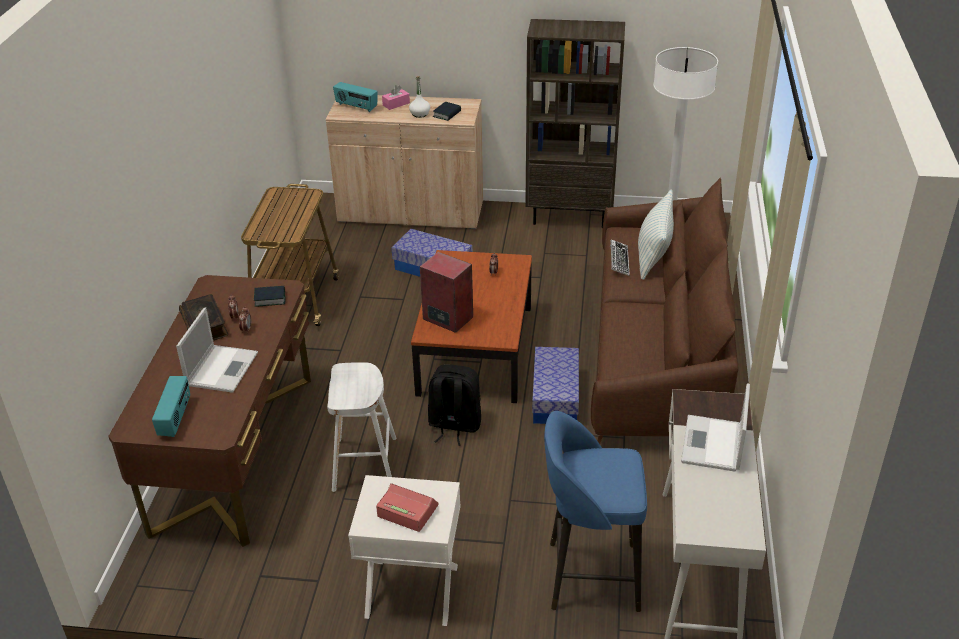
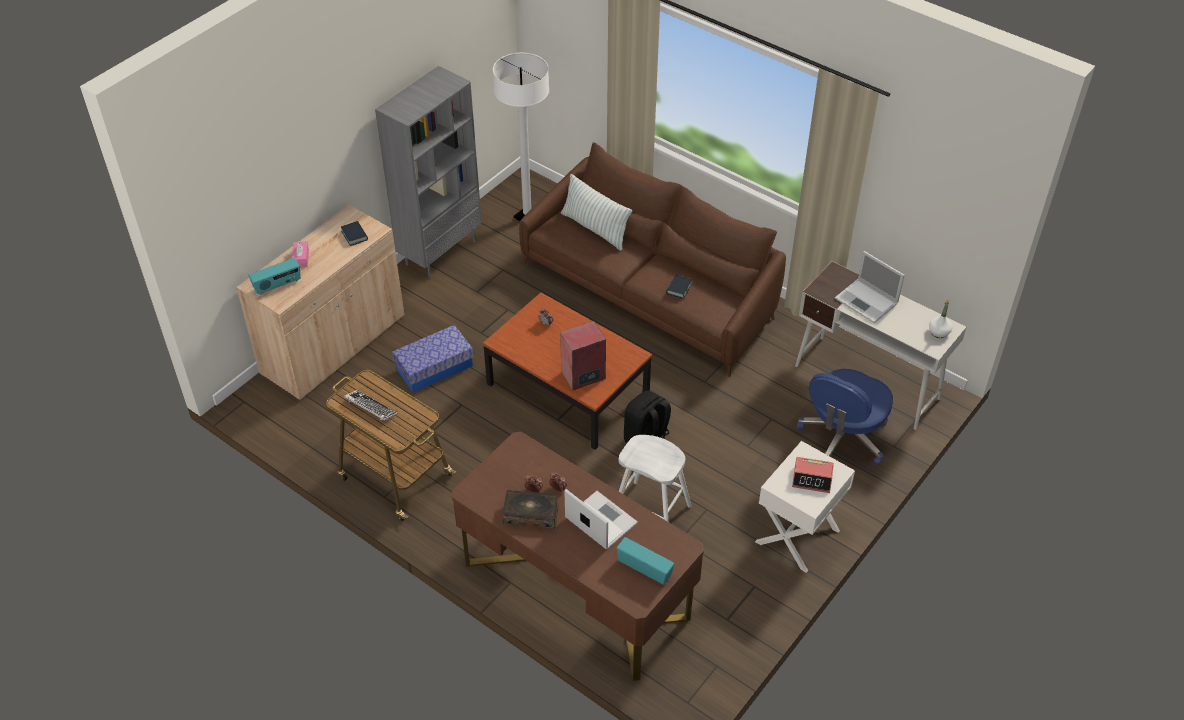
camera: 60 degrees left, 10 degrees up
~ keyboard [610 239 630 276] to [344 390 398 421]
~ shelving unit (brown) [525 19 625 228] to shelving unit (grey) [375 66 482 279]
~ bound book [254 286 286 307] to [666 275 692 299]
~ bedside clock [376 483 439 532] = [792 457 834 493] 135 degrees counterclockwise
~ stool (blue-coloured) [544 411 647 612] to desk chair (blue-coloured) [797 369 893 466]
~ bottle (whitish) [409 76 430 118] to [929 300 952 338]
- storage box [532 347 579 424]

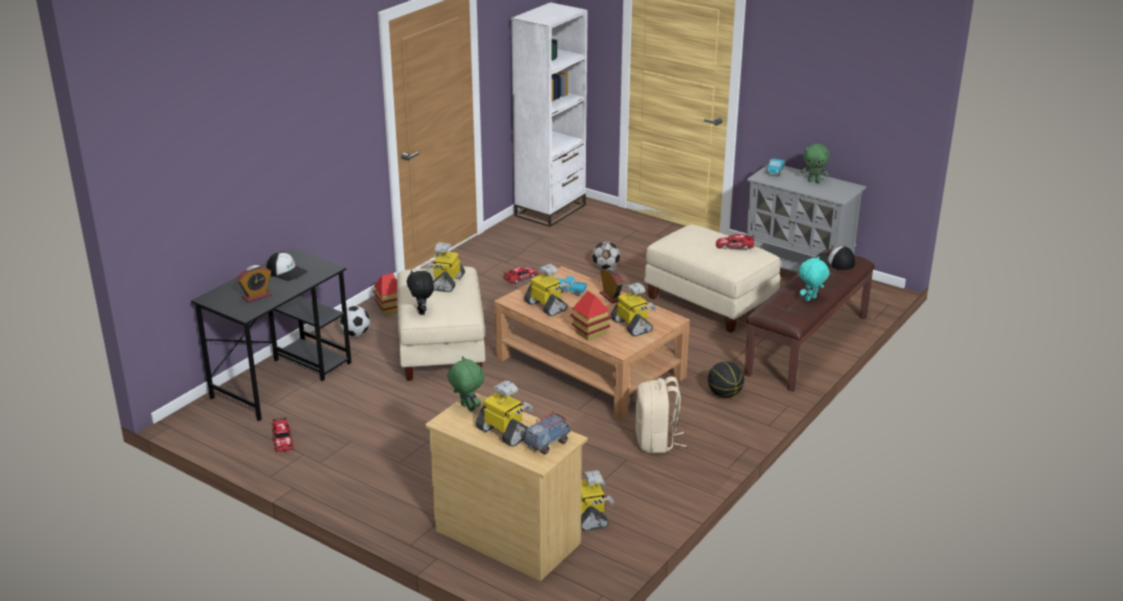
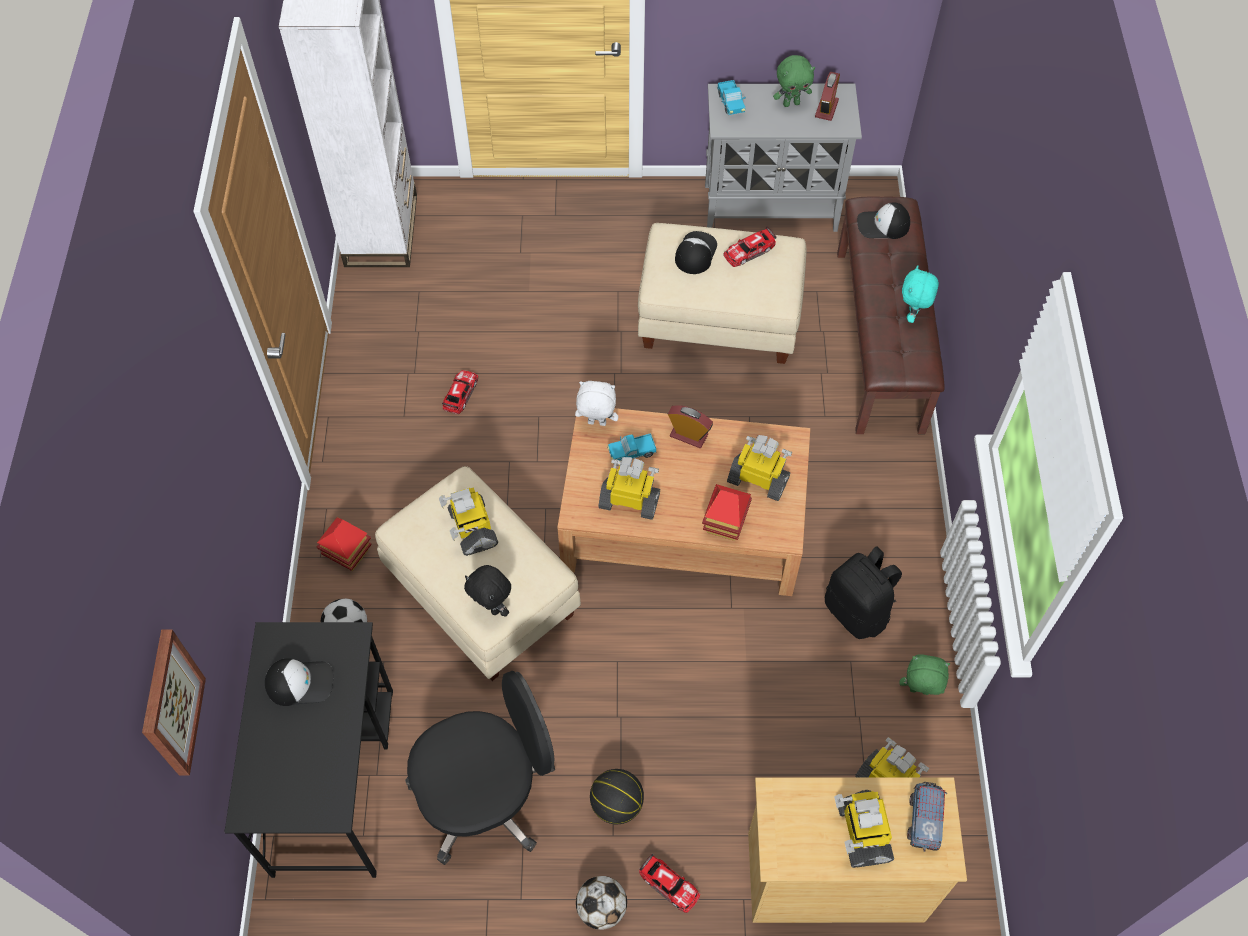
camera: 35 degrees left, 30 degrees up
+ wall picture [142 629 206 776]
+ desk chair (black-coloured) [405 671 555 865]
+ plush toy (whitish) [575 381 618 426]
~ ball for football [592 242 620 269] to [576 876 627 930]
~ basketball ball [708 361 744 398] to [590 769 644 824]
~ model car [272 417 294 453] to [639 854 700 913]
+ cap [675 231 717 274]
~ bedside clock [237 265 272 303] to [815 72 840 121]
~ knapsack (sand-coloured) [636 376 687 454] to knapsack (black-coloured) [825 546 902 639]
~ toy robot [476 381 533 447] = [834 790 894 868] 105 degrees counterclockwise
~ plush toy (green-coloured) [448 356 485 411] to [899 654 950 695]

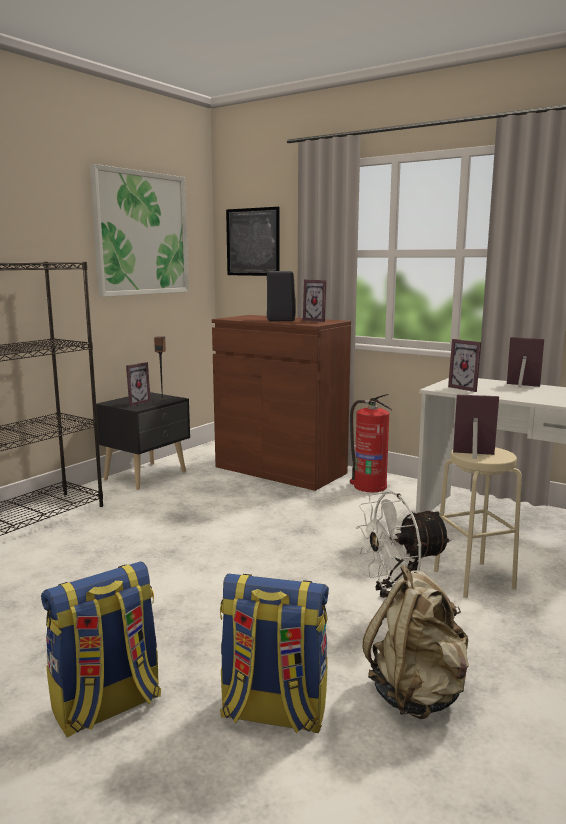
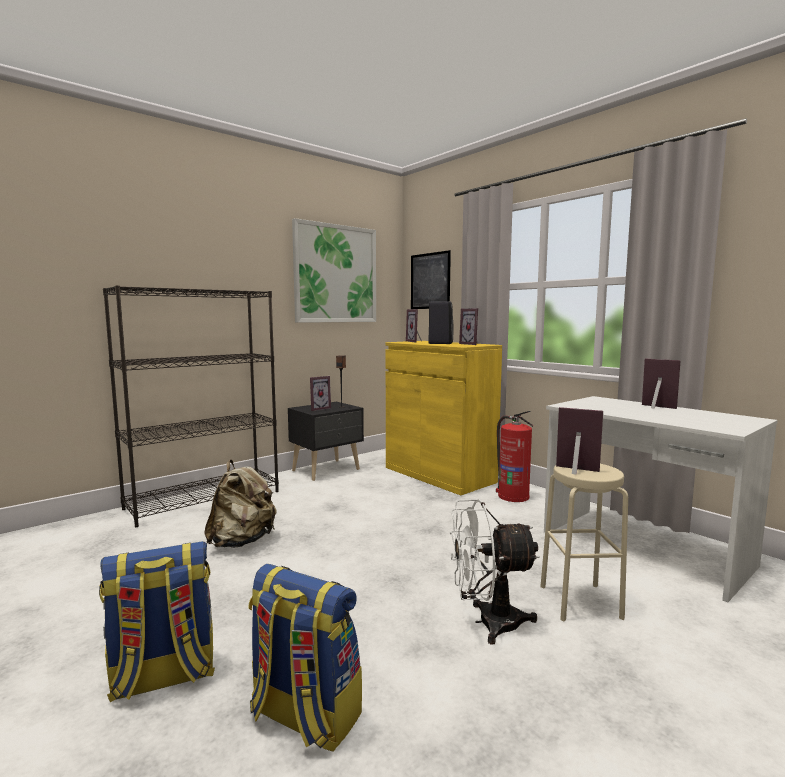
camera: 15 degrees right, 5 degrees down
~ knapsack (sand-coloured) [363 565 469 719] to [204 459 277 548]
~ storage cabinet (brown) [212 315 351 491] to storage cabinet (yellowish) [386 341 502 495]
~ standing frame [448 339 481 392] to [406 309 422 342]

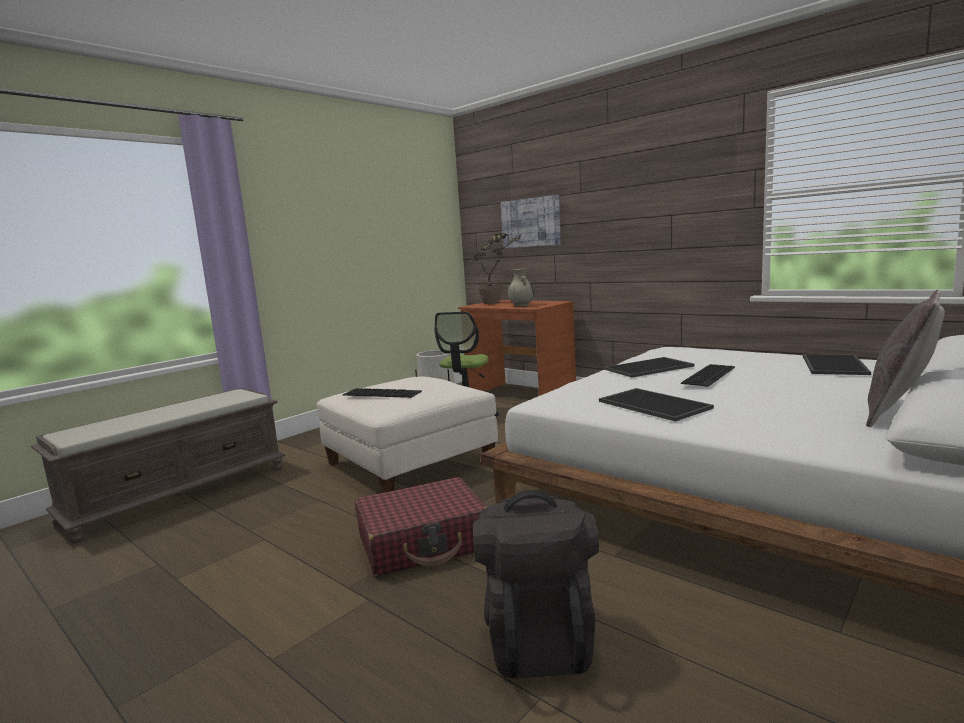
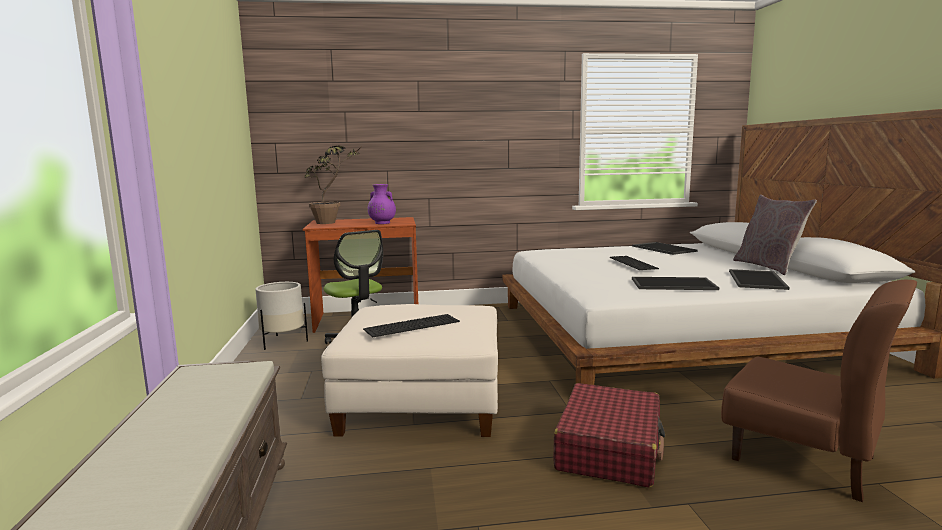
camera: 50 degrees left, 0 degrees up
~ flower vase (sand-coloured) [508 269 534 307] to flower vase (purple) [368 184 396 224]
~ knapsack (black-coloured) [473 490 599 678] to chair (brown) [721 280 917 502]
~ carrying tray [604 357 695 378] to [729 269 789 290]
- wall picture [501 195 561 248]

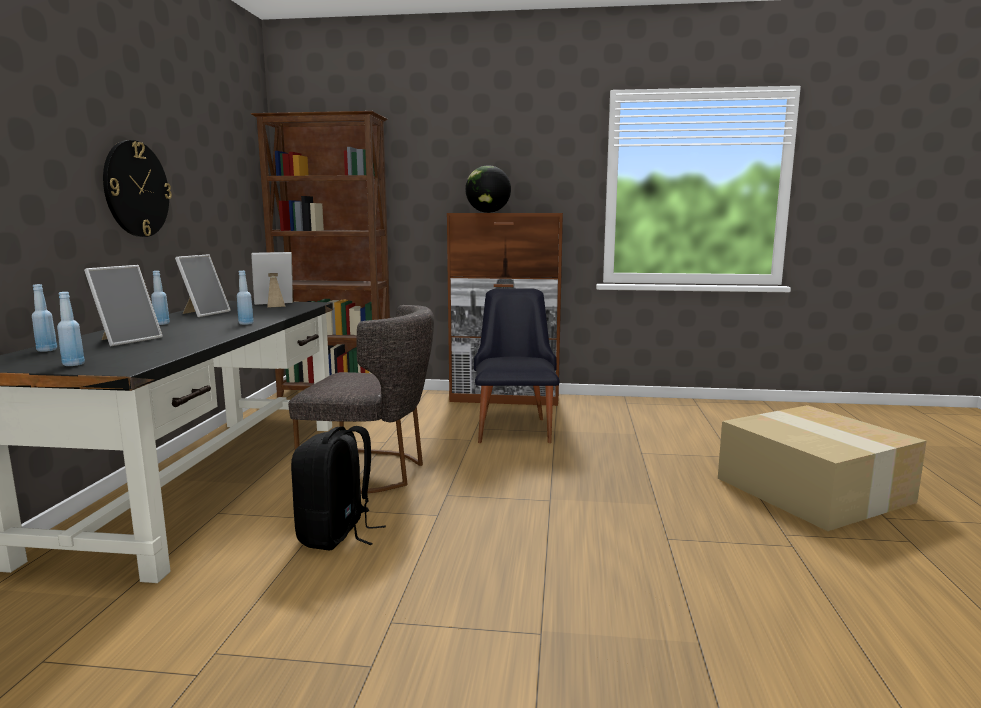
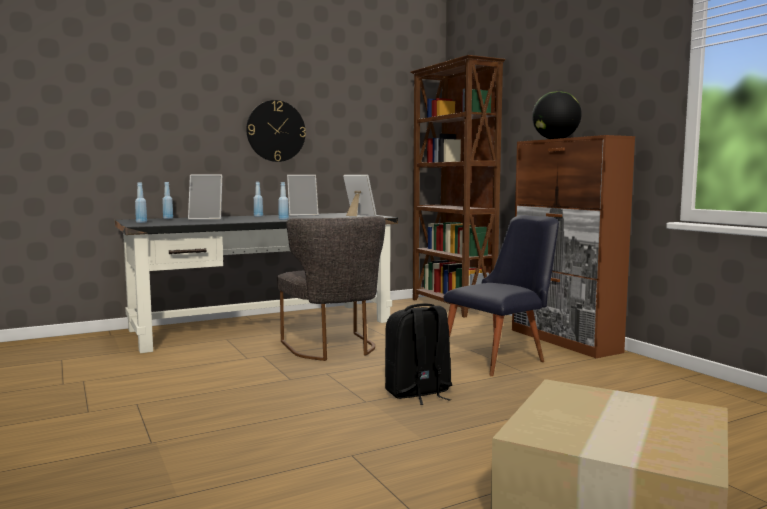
camera: 55 degrees right, 5 degrees down
~ knapsack (black-coloured) [291 426 386 551] to [385 303 452 405]

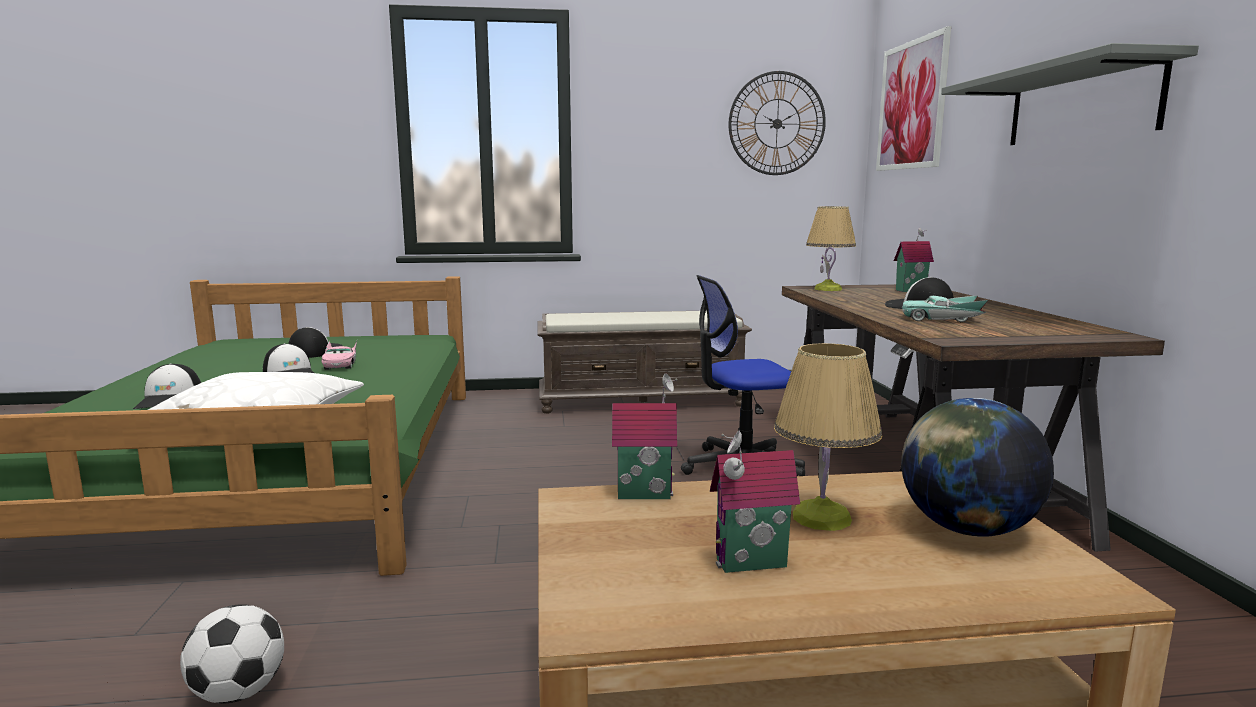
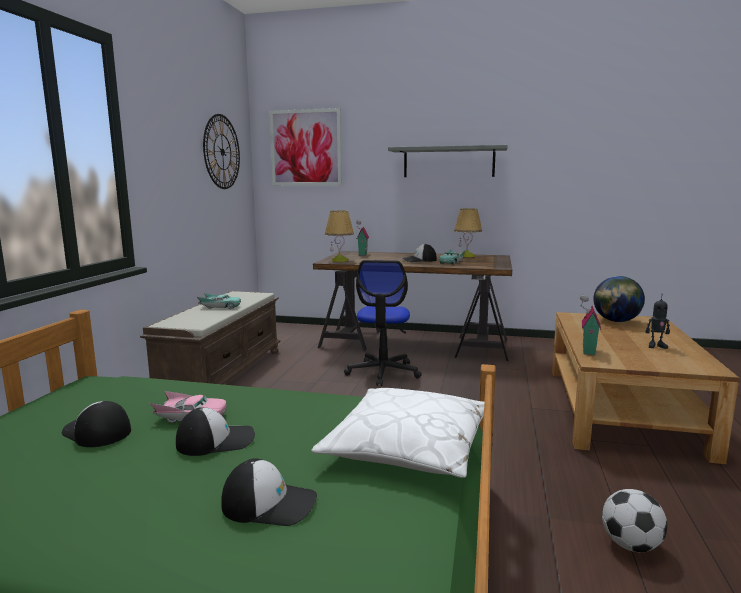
camera: 70 degrees left, 0 degrees up
+ model car (turquoise) [197 293 241 309]
~ tabletop lamp [774 343 882 531] to [454 208 482 257]
~ miniature house [710 430 800 573] to toy robot [646 297 670 349]

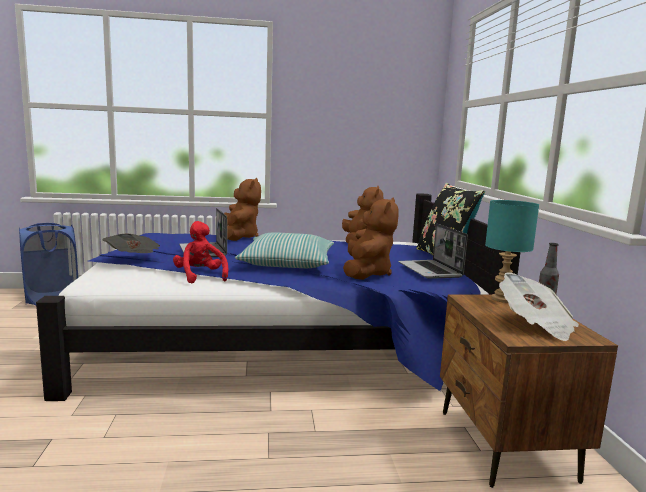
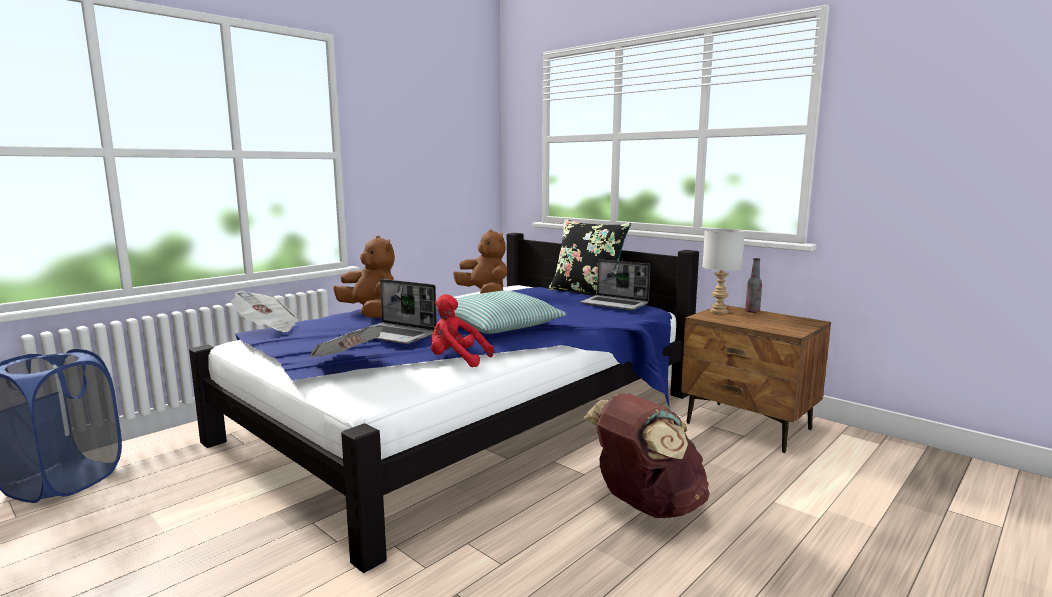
camera: 40 degrees left, 0 degrees up
~ newspaper [499 272 579 341] to [231 291 299 332]
+ knapsack (brown) [583 394 710 518]
~ tabletop lamp (turquoise) [485 200 539 303] to tabletop lamp (grey) [702 229 745 314]
- plush toy (brown) [343 197 399 280]

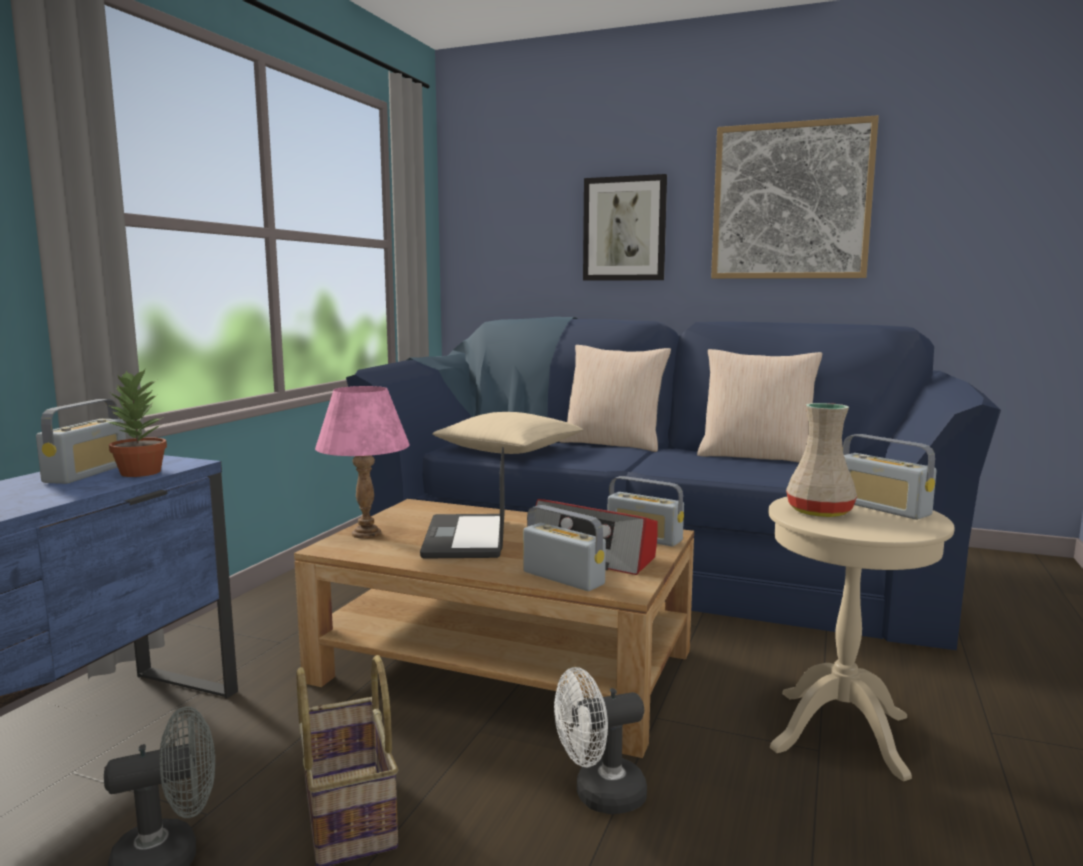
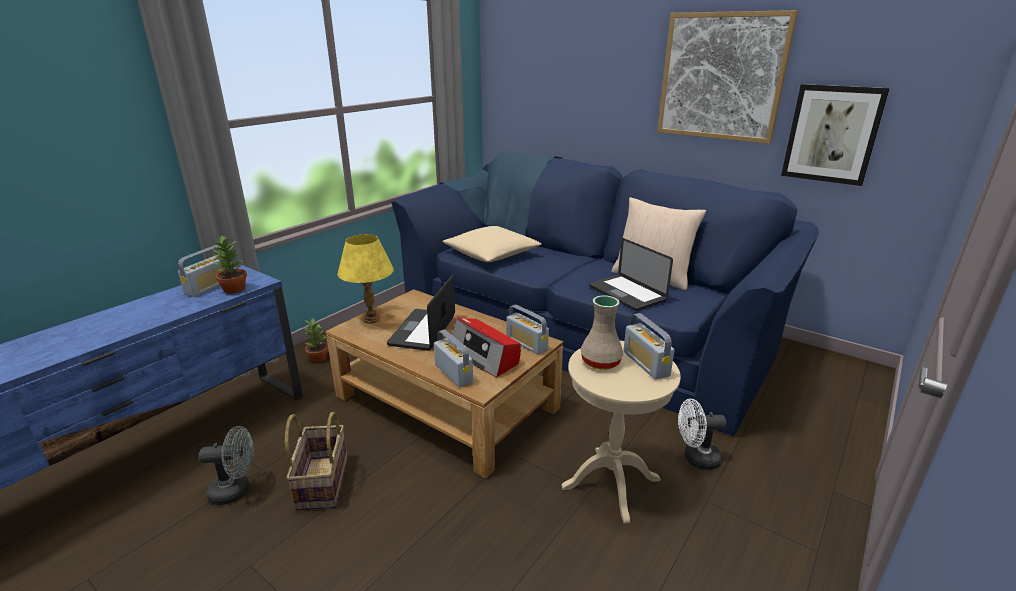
camera: 15 degrees right, 15 degrees up
+ plant in a pot [305 319 328 363]
~ tabletop lamp (pinkish) [315 386 410 538] to tabletop lamp (yellowish) [338 234 394 324]
+ portable computer [589 238 673 311]
~ cooling fan (whitish) [554 667 647 814] to [678 399 727 470]
~ wall picture [583 174 667 281] to [781 84 890 186]
- pillow (sand-coloured) [559 345 671 452]

